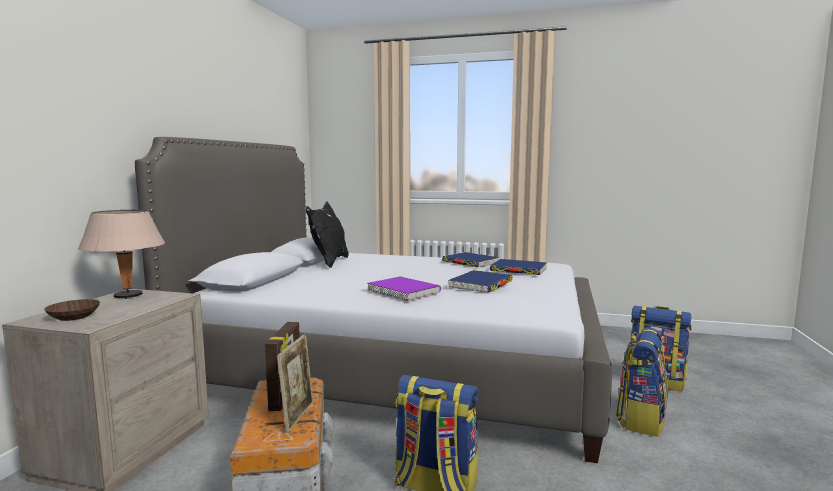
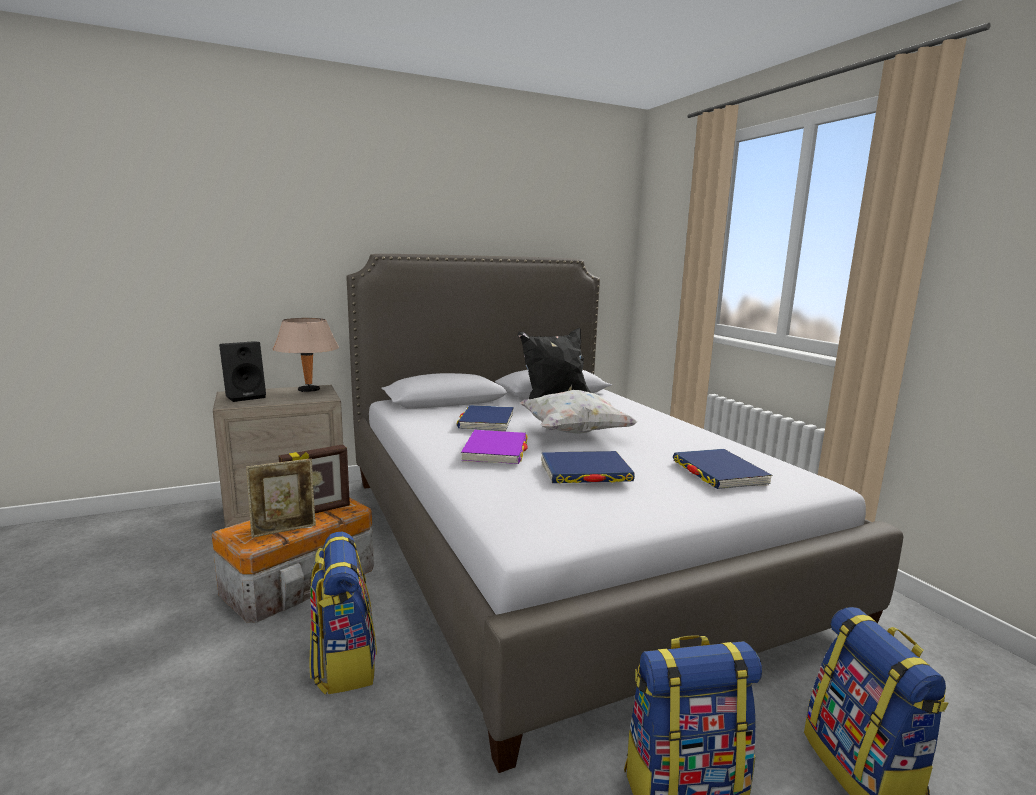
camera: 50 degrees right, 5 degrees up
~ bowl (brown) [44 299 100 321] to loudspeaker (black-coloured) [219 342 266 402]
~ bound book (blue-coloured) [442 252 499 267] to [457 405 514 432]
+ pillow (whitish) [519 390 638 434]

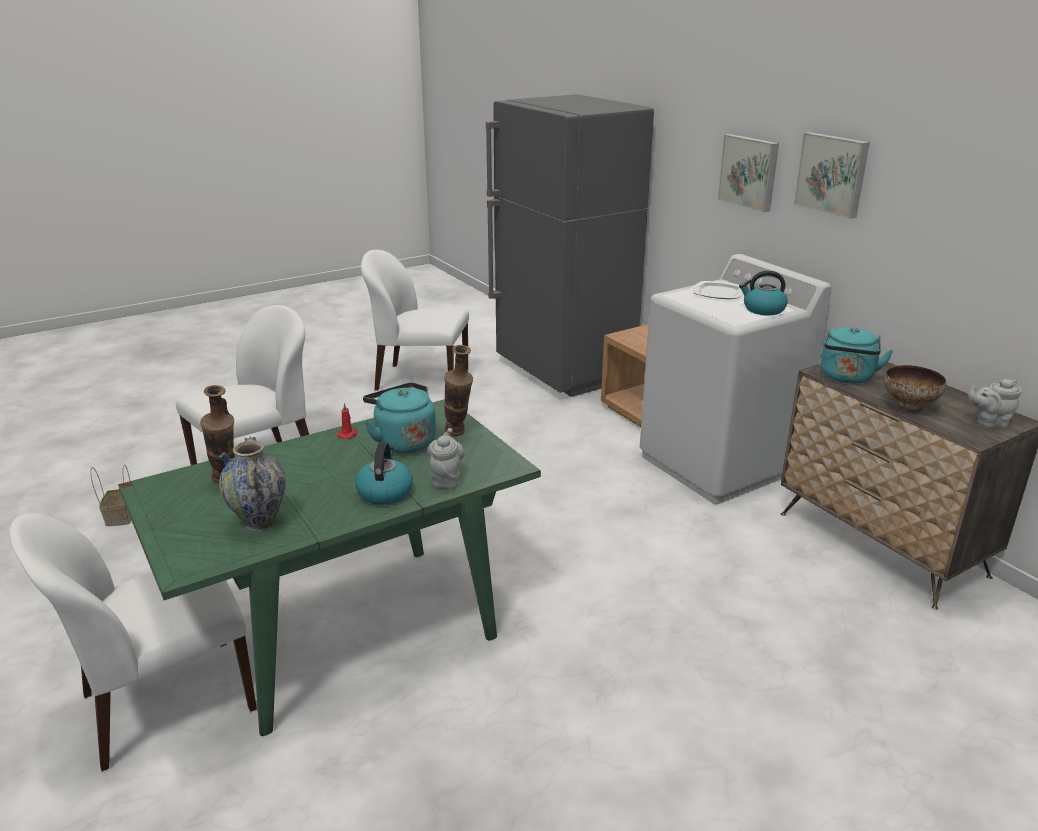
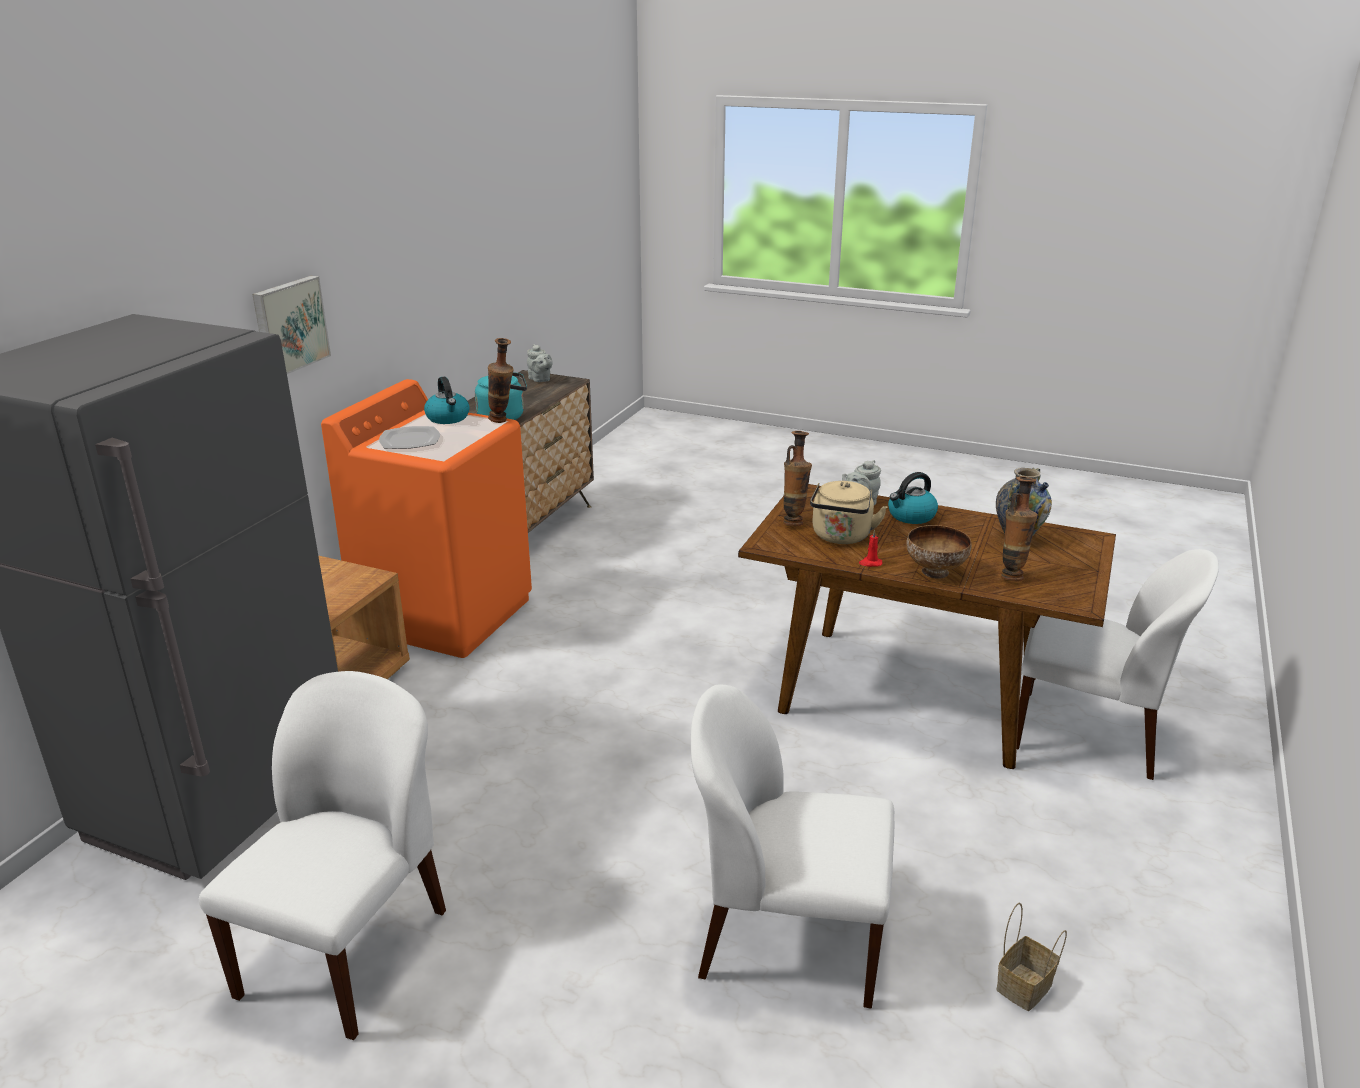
camera: 125 degrees left, 0 degrees up
~ chair (whitish) [361 250 469 391] = [199 671 446 1040] 135 degrees counterclockwise
~ washing machine (whitish) [640 254 832 504] to washing machine (orange) [321 379 532 658]
+ flower vase [488 338 514 423]
~ dining table (green-coloured) [118 399 541 736] to dining table (brown) [738 484 1116 769]
~ kettle (turquoise) [363 382 436 454] to kettle (sand-coloured) [810 481 887 544]
~ bowl [884 365 947 413] to [906 525 972 579]
- wall picture [794 132 870 219]

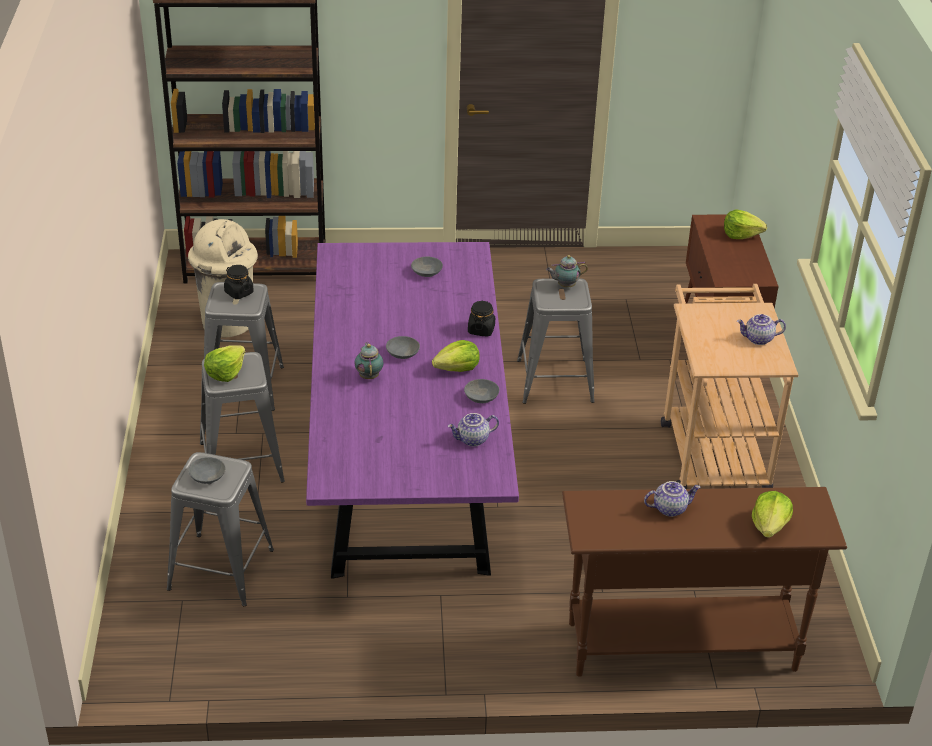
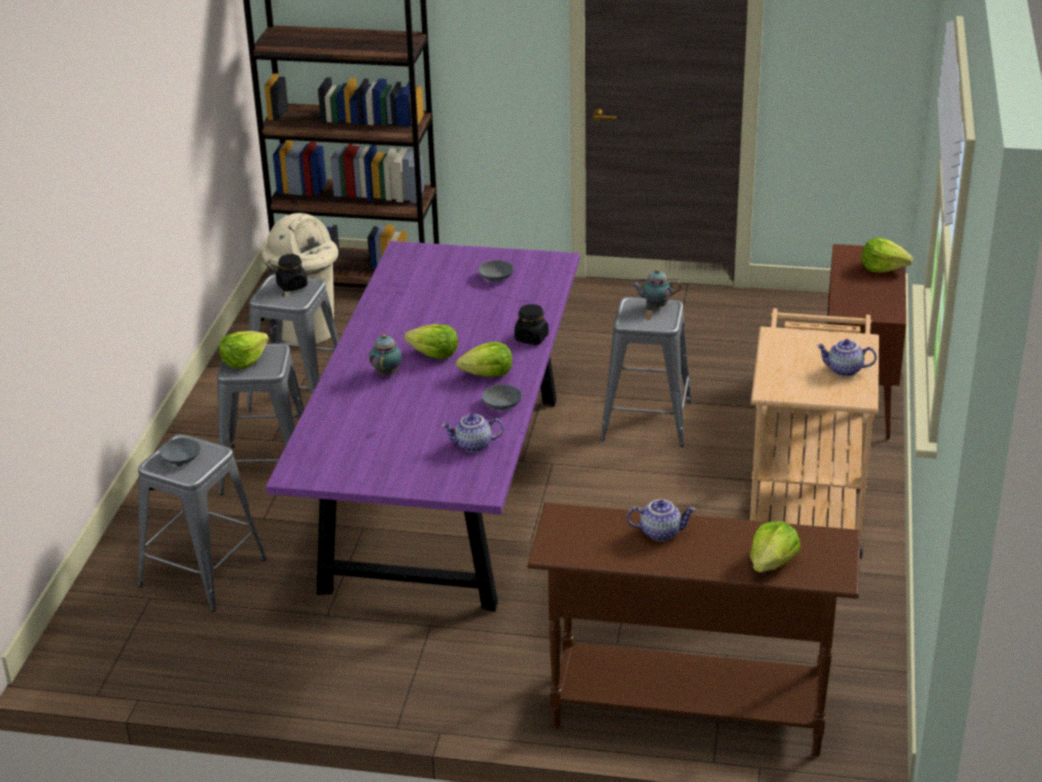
camera: 15 degrees right, 5 degrees down
~ bowl (grey) [386 336 420 359] to lettuce [404 324 458 360]

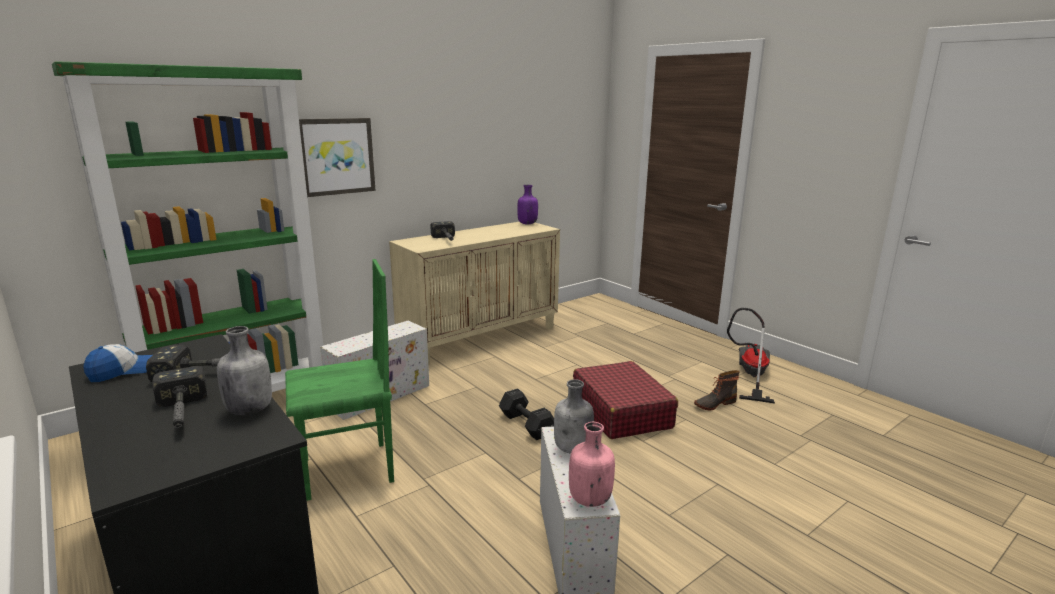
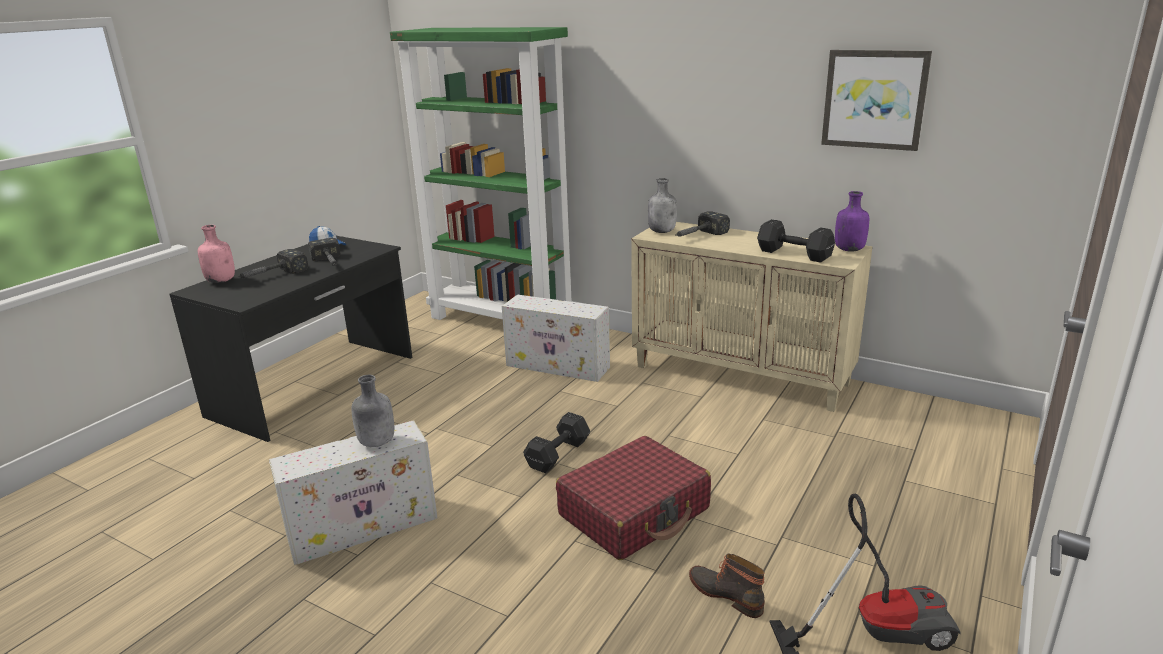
camera: 70 degrees right, 5 degrees up
~ bottle (pinkish) [569 422 615 507] to [198 225 235 283]
~ bottle (grey) [217 326 272 415] to [648 178 677 233]
+ dumbbell (black-coloured) [757 219 835 263]
~ wall picture [299 118 376 197] to [821 50 932 151]
- chair (green-coloured) [285 259 394 501]

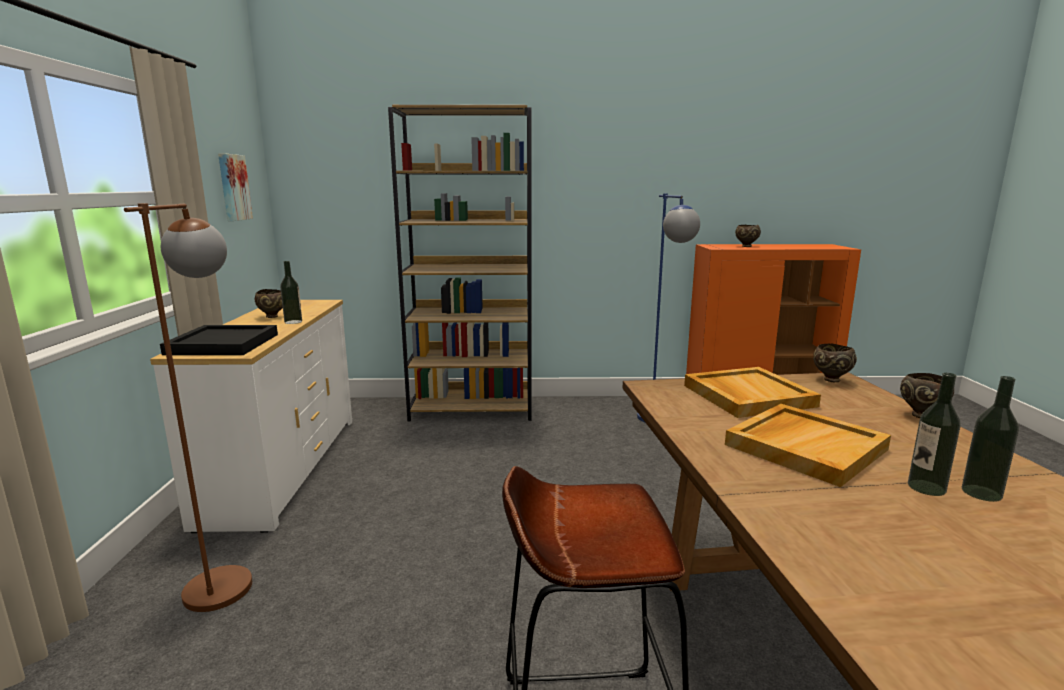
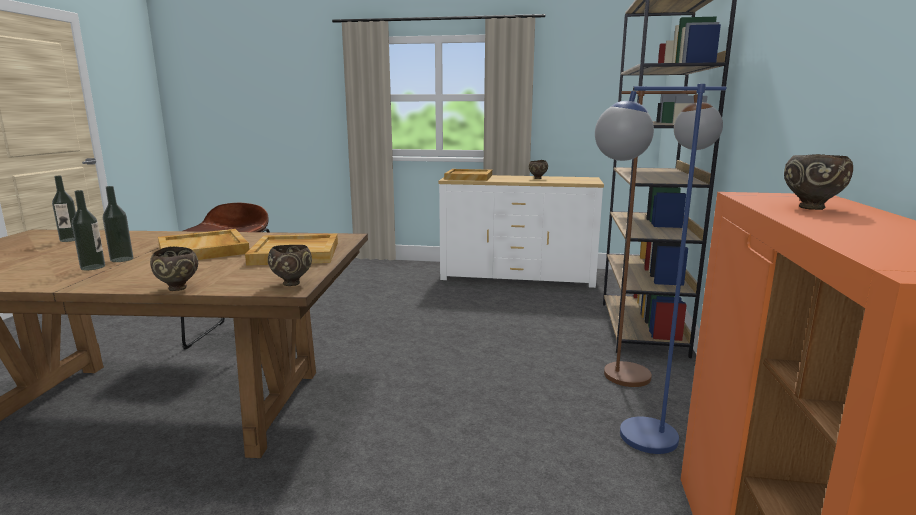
camera: 100 degrees right, 0 degrees up
~ bottle [280 261 302 324] to [52 176 76 242]
~ carrying tray (black-coloured) [160 325 278 355] to carrying tray (sand-coloured) [444 169 492 181]
~ standard lamp (brown) [124 203 252 612] to [604 91 723 387]
- wall picture [218 153 253 221]

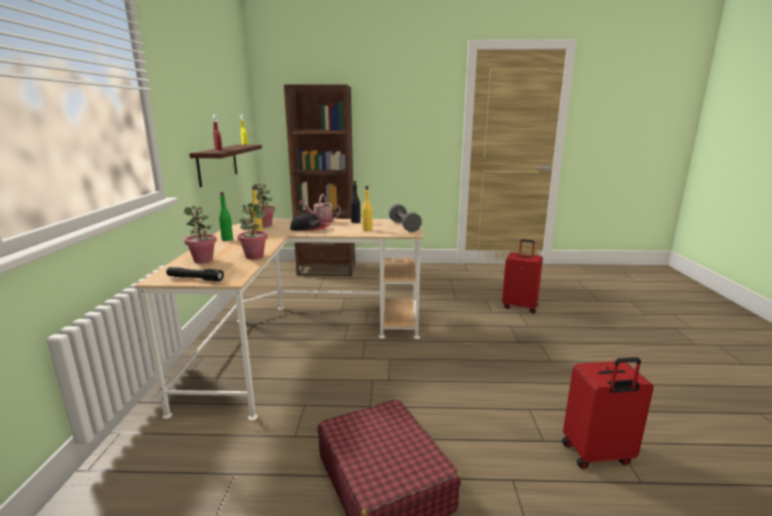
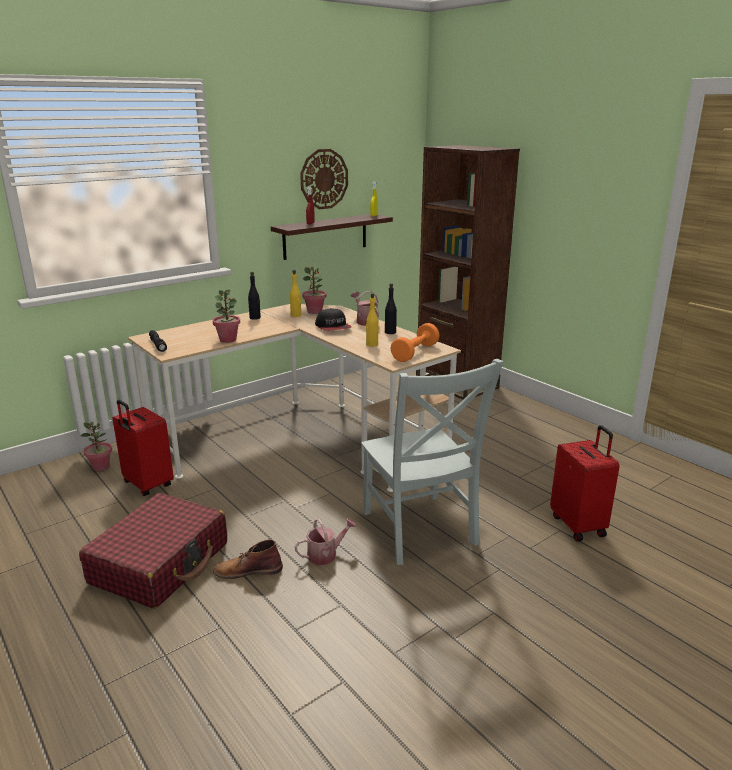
camera: 50 degrees right, 5 degrees up
~ plant in a pot [184 206 217 263] to [80 421 112 471]
~ travel case (red-coloured) [562 357 654 469] to [112 400 174 496]
+ boot (brown) [213 540 283 579]
~ bottle (green-coloured) [219 192 233 241] to bottle (black-coloured) [248 272 261 320]
+ watering can [295 518 356 565]
+ clock on the wall [300 149 348 209]
+ chair (grey) [361 359 504 565]
~ dumbbell (grey) [389 204 422 232] to dumbbell (orange) [391 323 440 362]

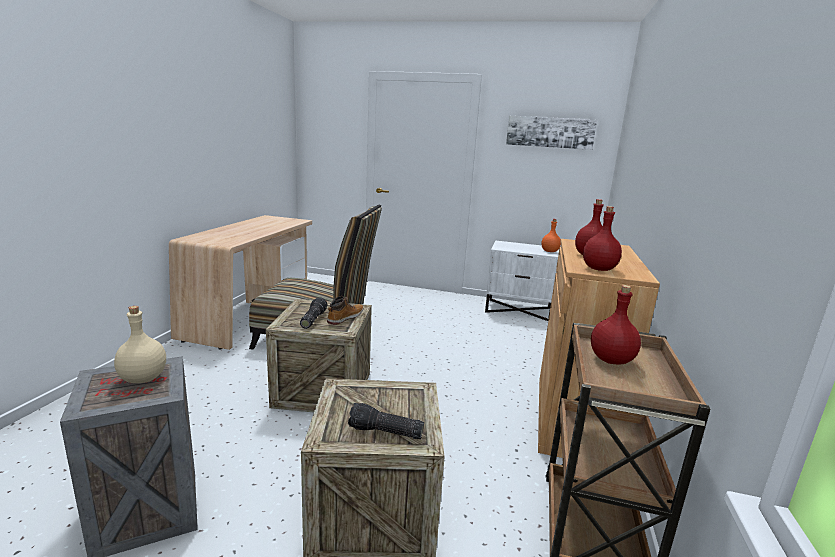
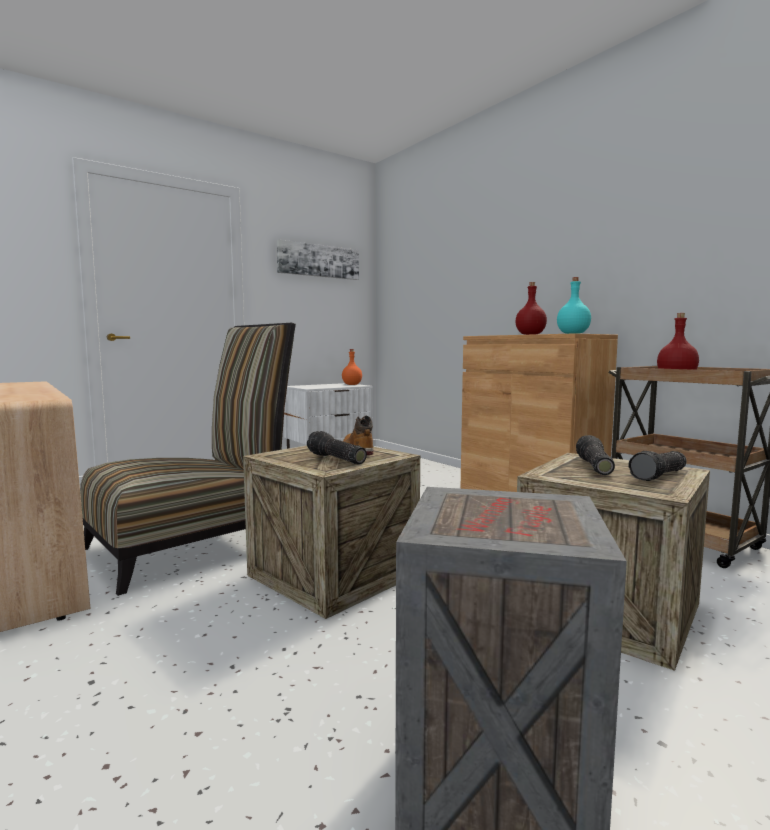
camera: 50 degrees left, 10 degrees down
~ bottle (red-coloured) [583 206 622 271] to bottle (turquoise) [557 277 591 334]
+ hand torch [576 435 615 475]
- bottle (sand-coloured) [114 306 166 383]

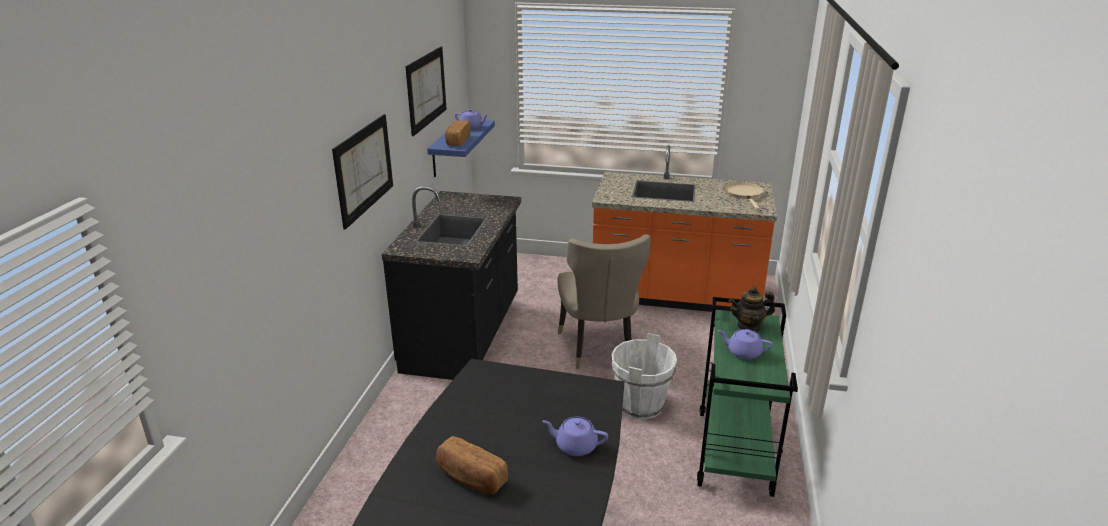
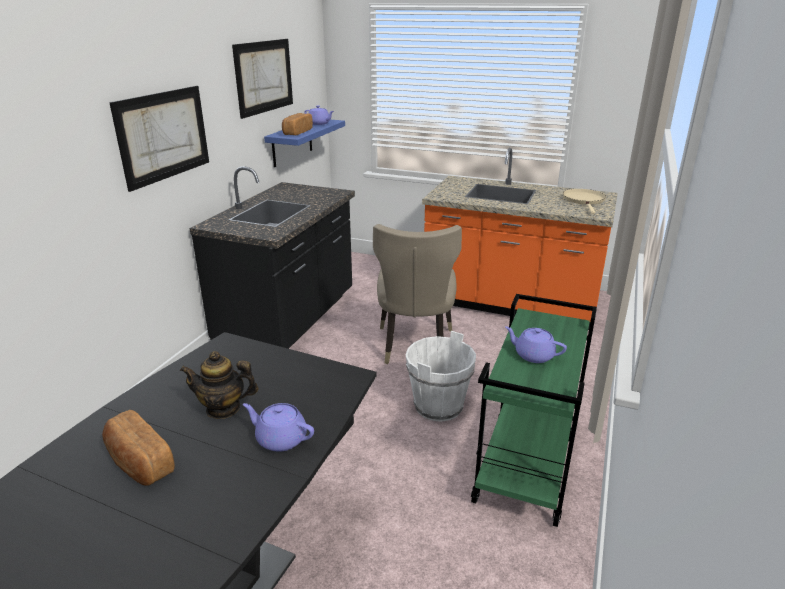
camera: 10 degrees right, 0 degrees up
~ teapot [729 286 775 332] to [180 351 259 419]

